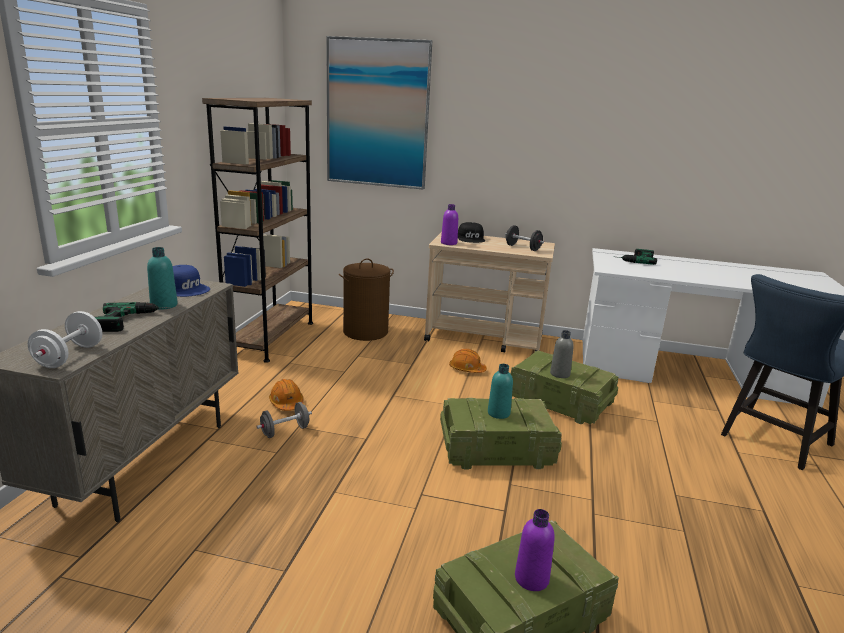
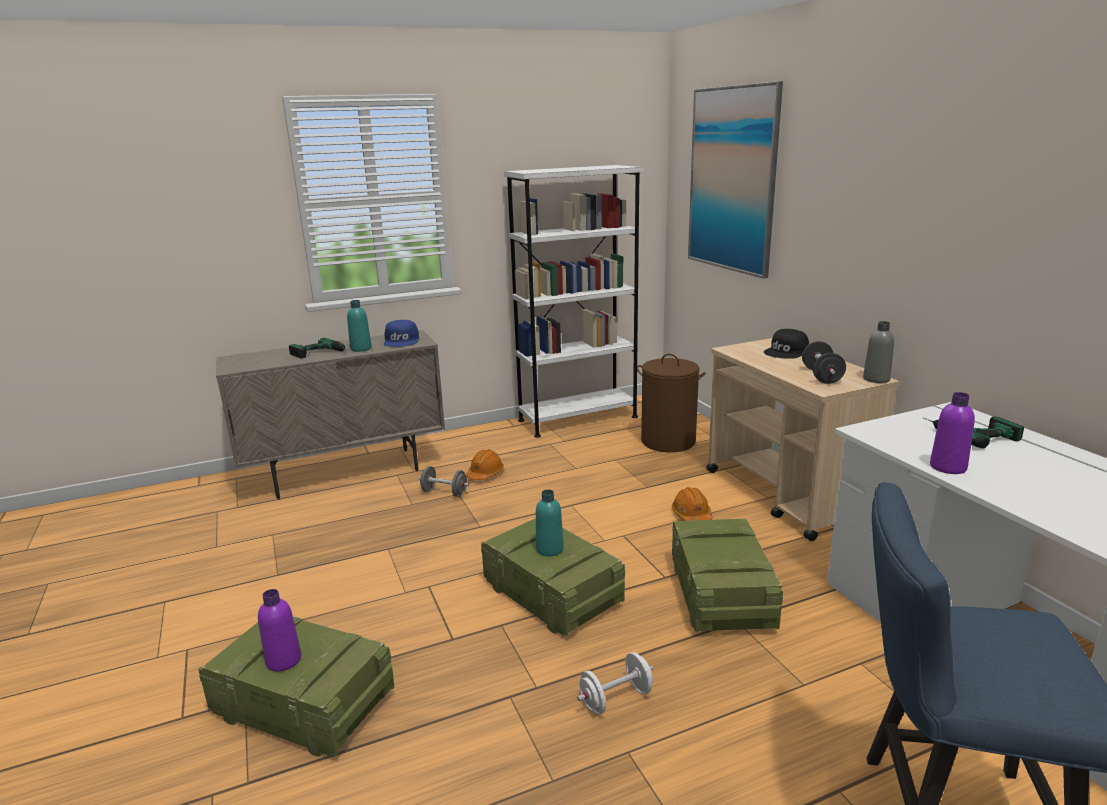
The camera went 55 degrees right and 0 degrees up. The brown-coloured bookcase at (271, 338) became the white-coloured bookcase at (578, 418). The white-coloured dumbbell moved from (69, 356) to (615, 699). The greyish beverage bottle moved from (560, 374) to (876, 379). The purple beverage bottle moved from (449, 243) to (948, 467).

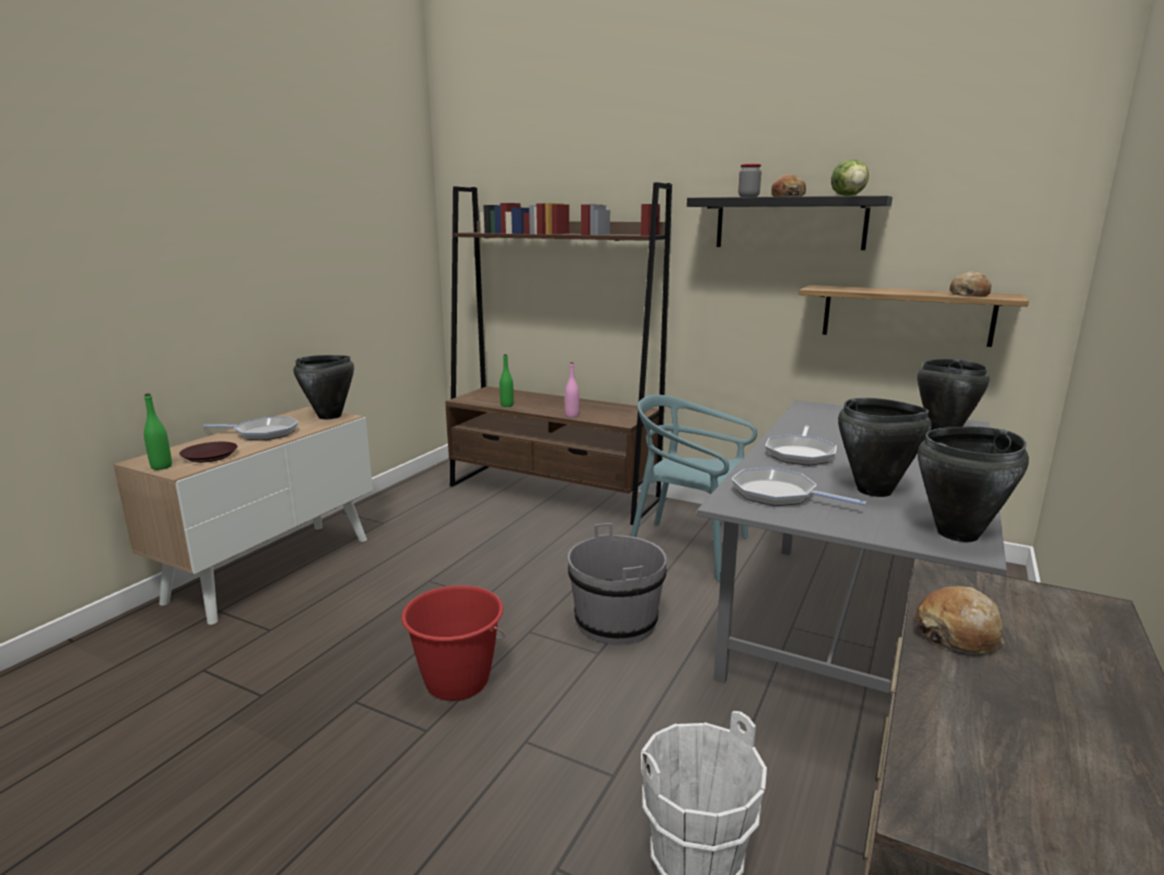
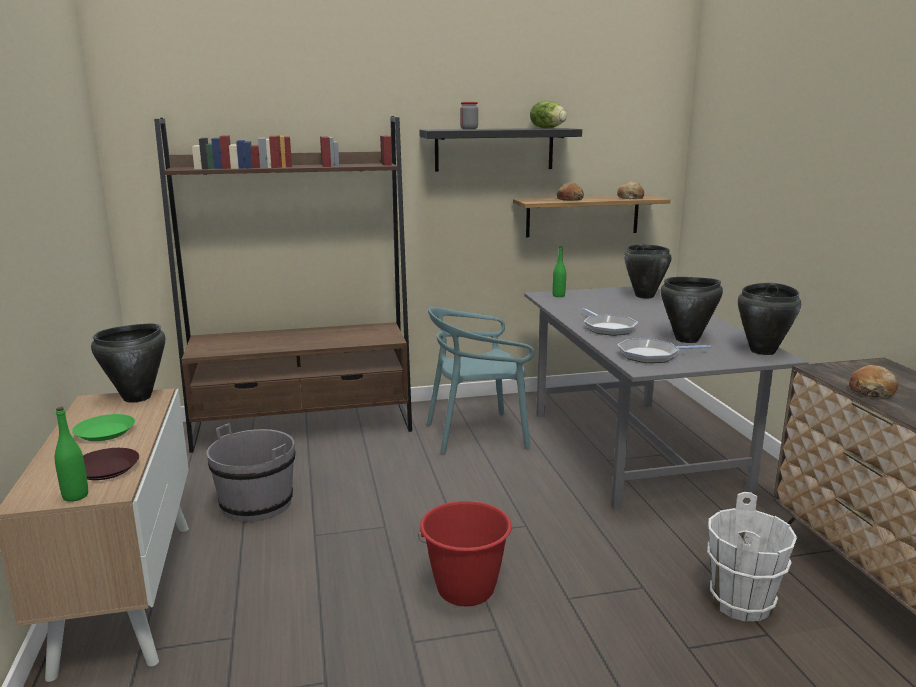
The camera went 40 degrees left and 0 degrees up. The skillet at (263, 433) was replaced by the greenish dinner plate at (104, 432). The greyish bucket moved from (615, 622) to (256, 504). The greenish beverage bottle moved from (507, 405) to (558, 296). The baked bread moved from (787, 196) to (570, 199). The pinkish beverage bottle at (572, 415) disappeared.

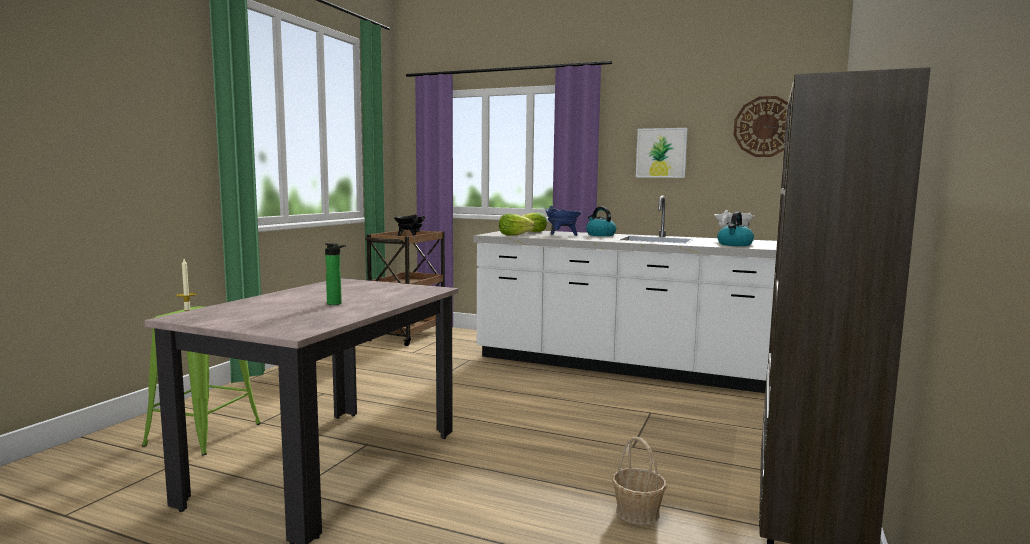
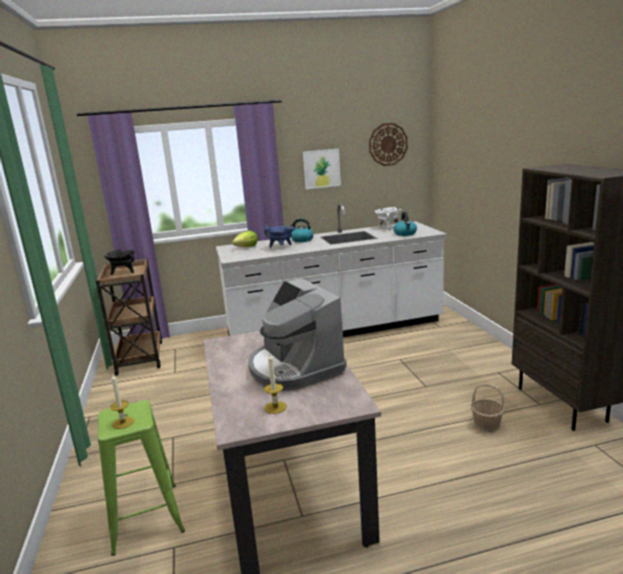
The camera went 35 degrees left and 10 degrees up. The beverage bottle at (336, 303) was replaced by the coffee brewer at (294, 368). The wax candle at (275, 407) appeared. The lettuce head at (514, 235) disappeared.

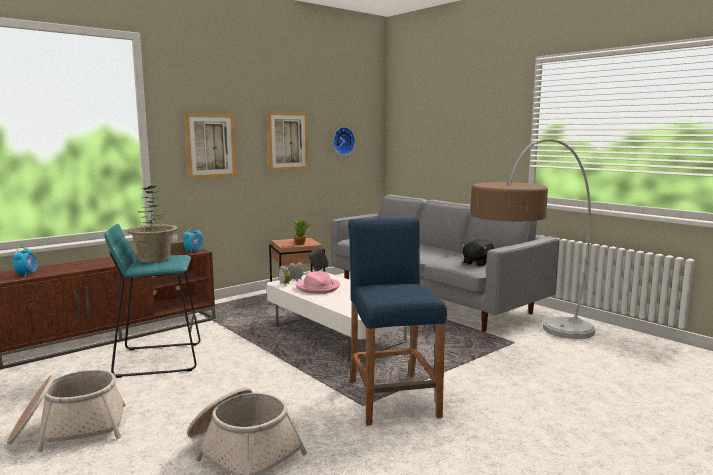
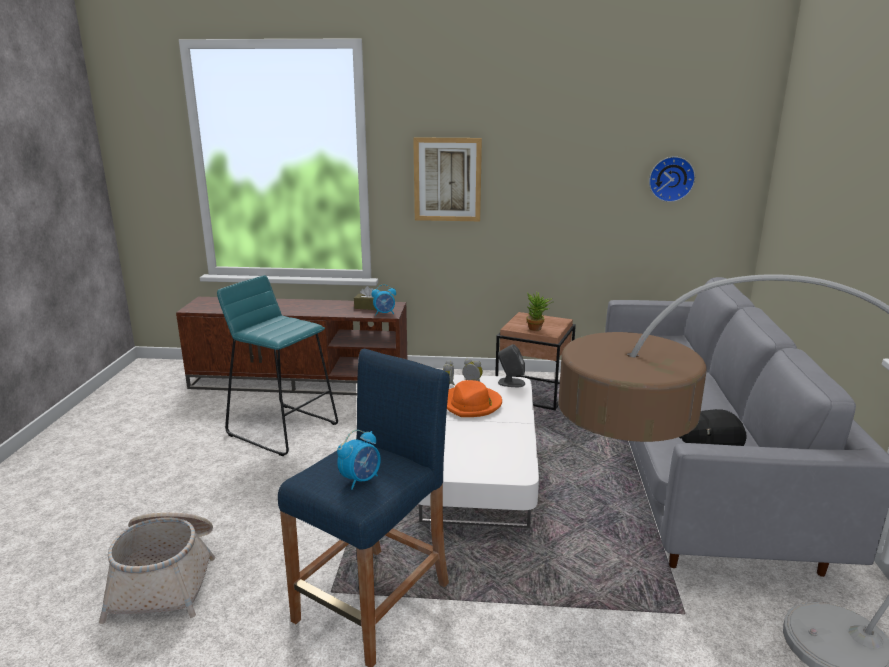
The camera went 45 degrees right and 10 degrees up. The alarm clock moved from (27, 275) to (361, 480). The pinkish clothing hat at (318, 288) became the orange clothing hat at (471, 404). The basket at (70, 429) disappeared. The potted plant at (154, 259) disappeared. The wall picture at (287, 141) disappeared.

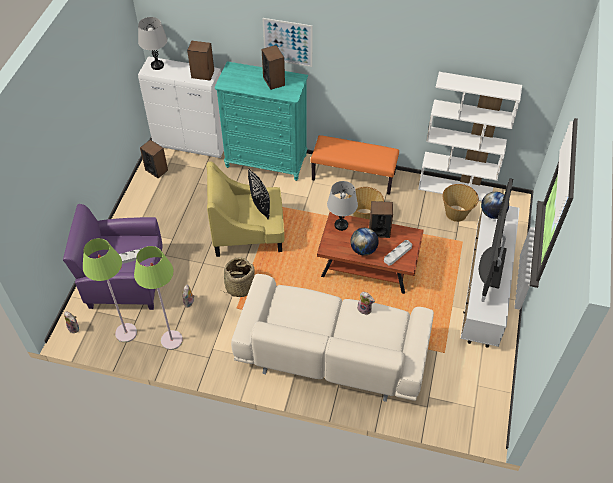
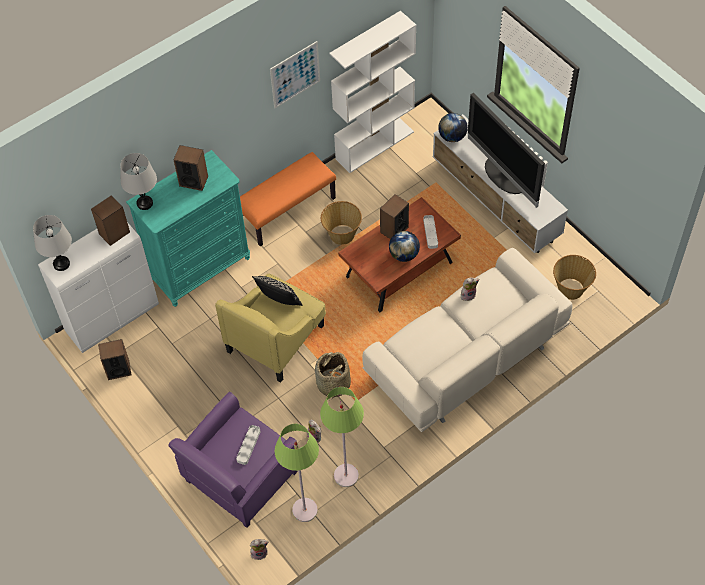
The camera went 50 degrees left and 5 degrees up. The greyish table lamp moved from (341, 225) to (144, 203). The wall picture moved from (288, 42) to (295, 74). The basket moved from (456, 213) to (571, 288).

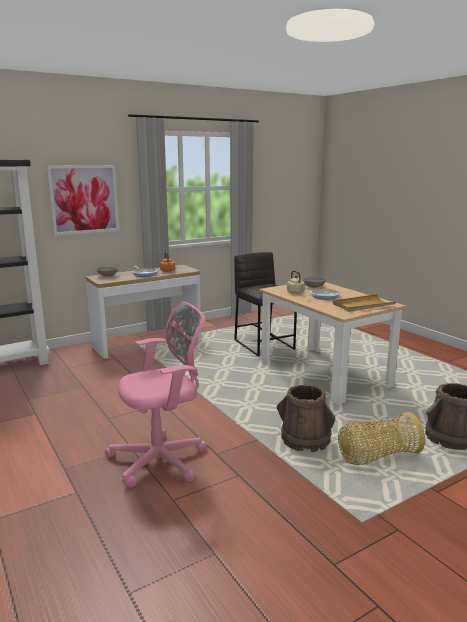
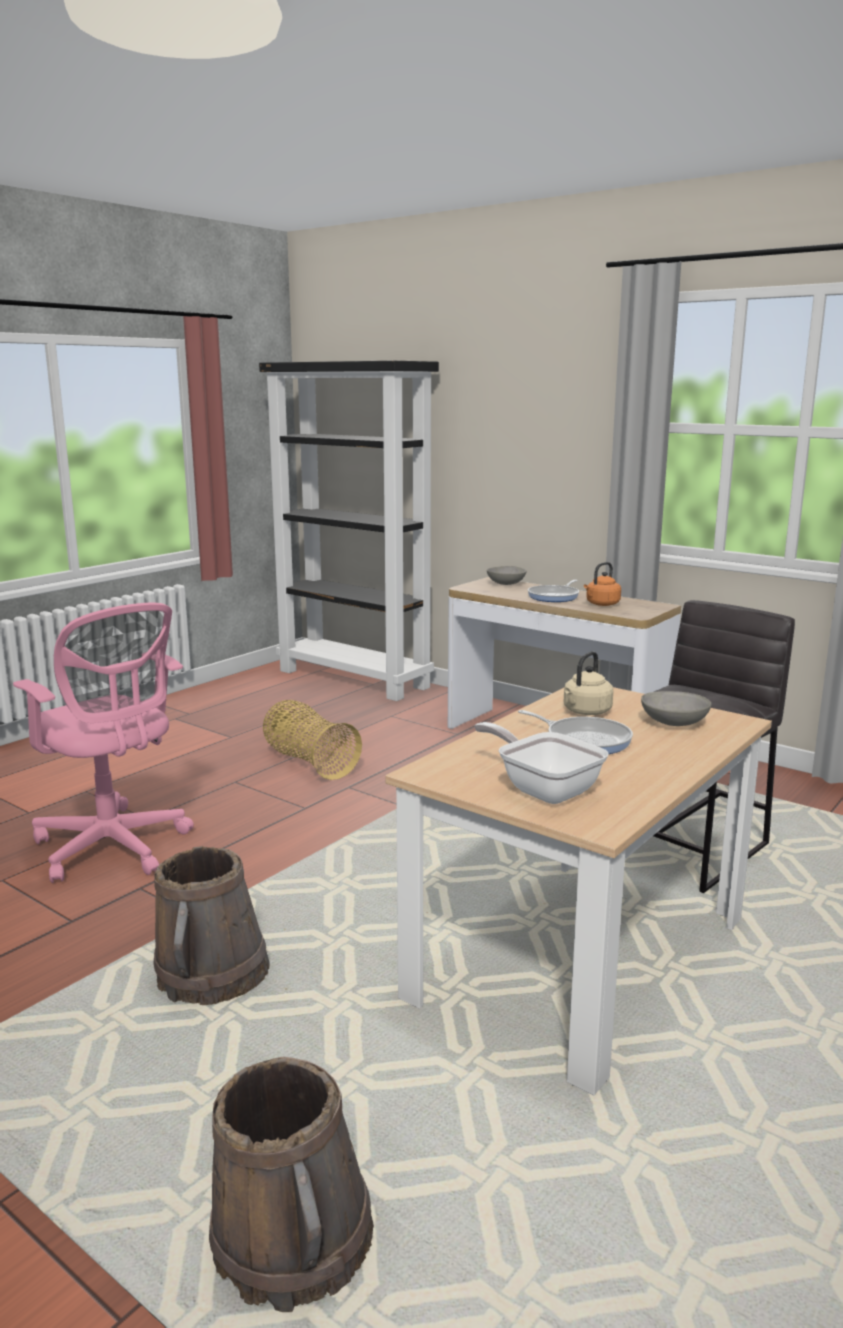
The camera went 70 degrees right and 0 degrees up. The basket moved from (377, 457) to (309, 762). The beige-coloured carrying tray at (363, 305) was replaced by the skillet at (543, 789). The wall picture at (84, 199) disappeared.

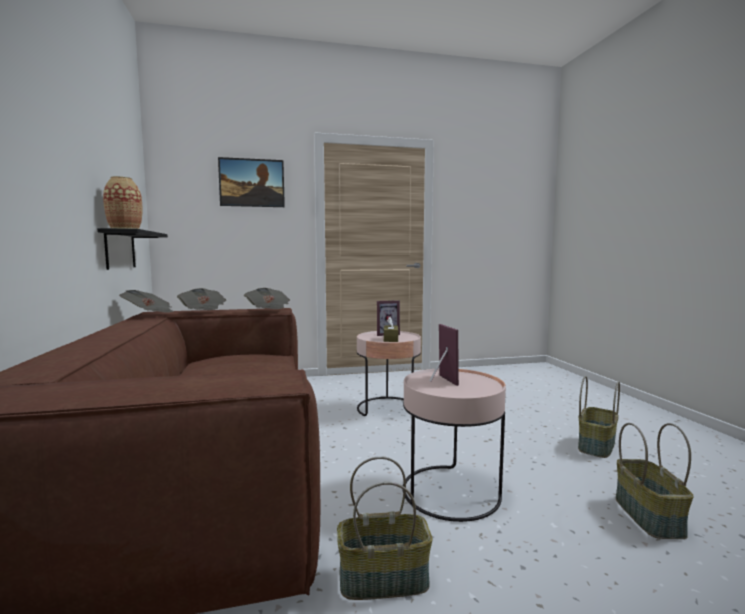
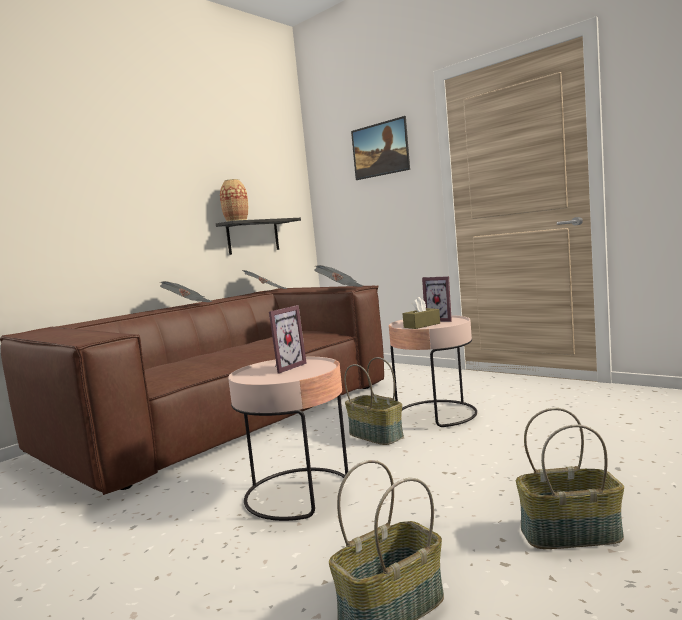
The camera went 55 degrees right and 0 degrees up. The newspaper moved from (203, 312) to (188, 305). The basket moved from (384, 578) to (376, 435).

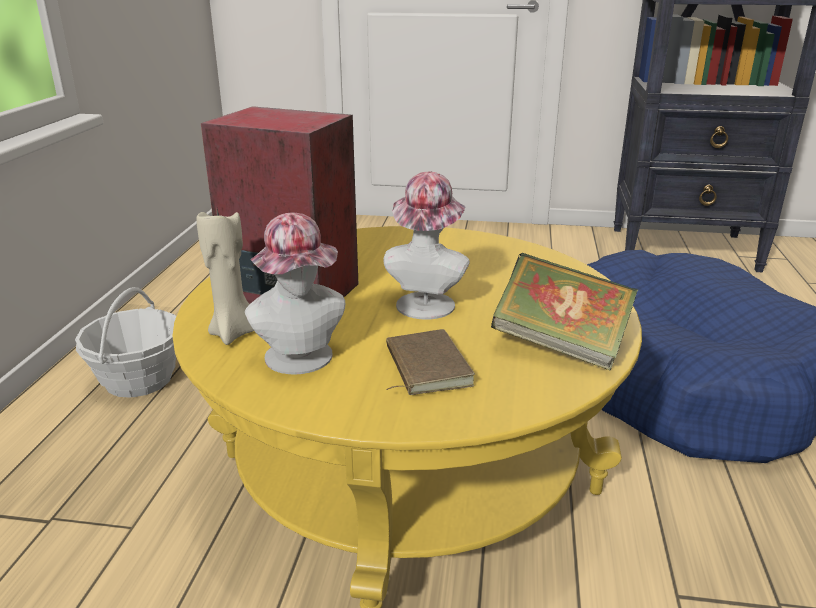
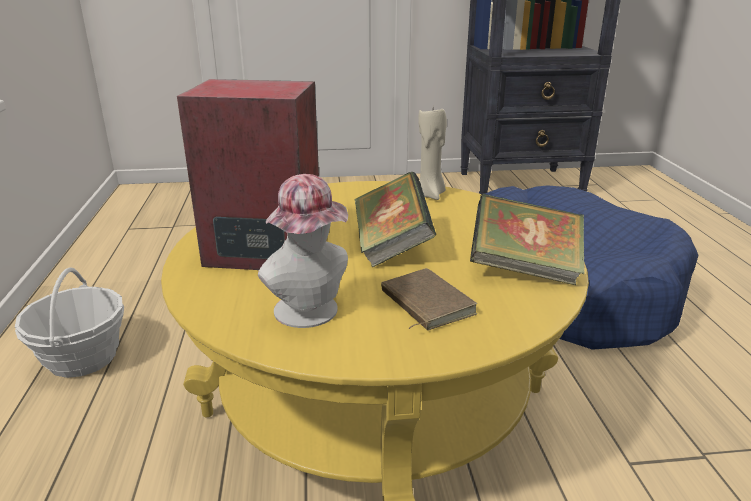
The camera went 15 degrees left and 0 degrees up. The clothing hat at (427, 302) was replaced by the book at (391, 246). The beige-coloured wax candle moved from (234, 333) to (430, 195).

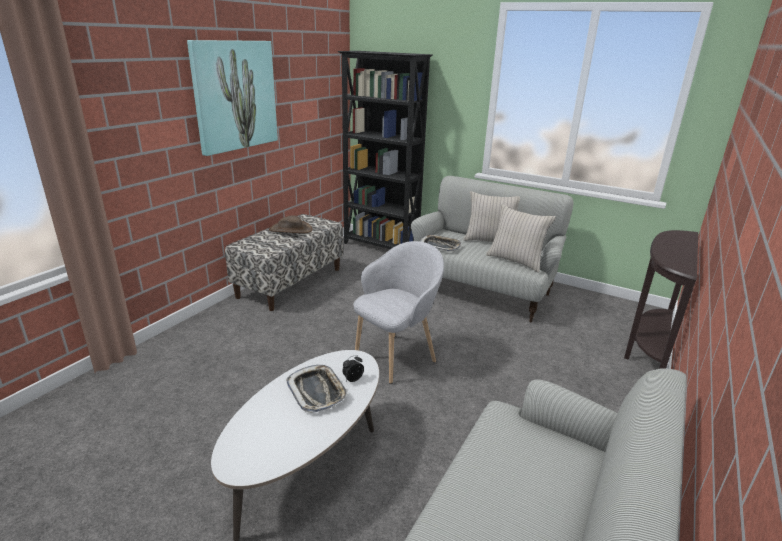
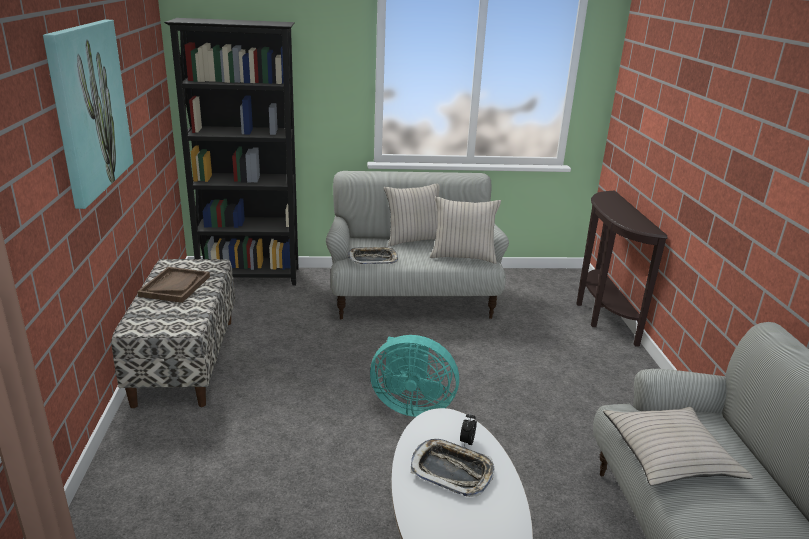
The camera went 35 degrees left and 0 degrees up. The brown-coloured clothing hat at (290, 229) was replaced by the brown-coloured carrying tray at (175, 286). The greyish armchair at (396, 357) was replaced by the turquoise-coloured cooling fan at (411, 405). The beige-coloured throw pillow at (669, 455) appeared.

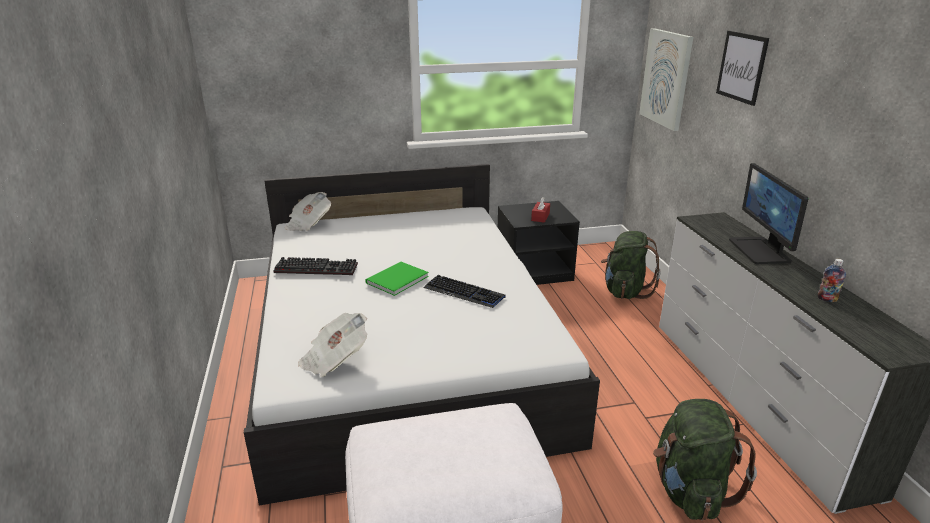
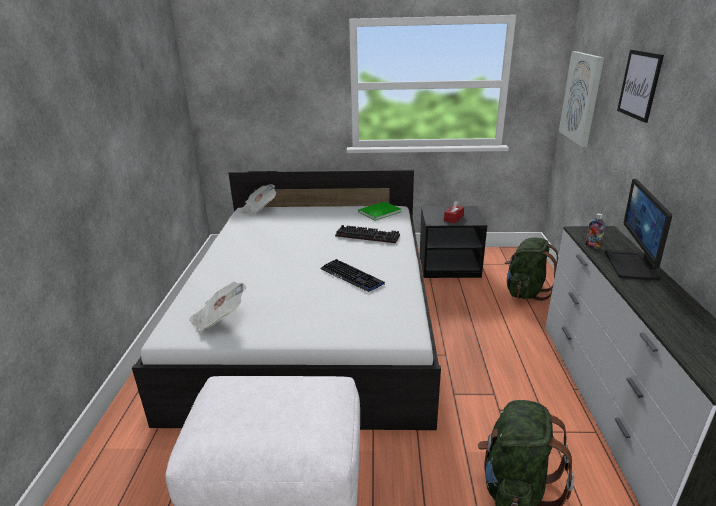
The camera went 15 degrees right and 0 degrees up. The PC keyboard moved from (318, 268) to (369, 235). The greenish book moved from (395, 280) to (378, 212). The beverage bottle moved from (827, 299) to (592, 246).

